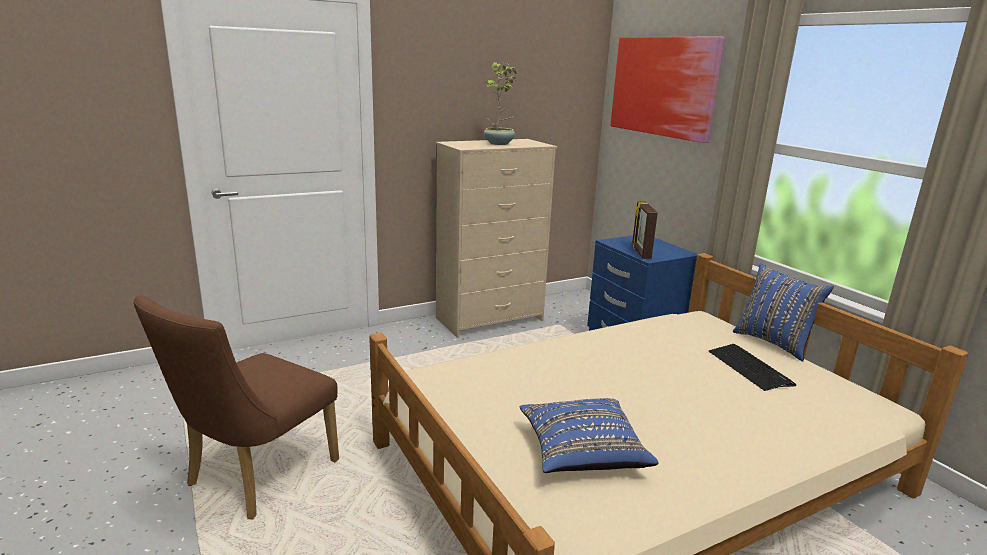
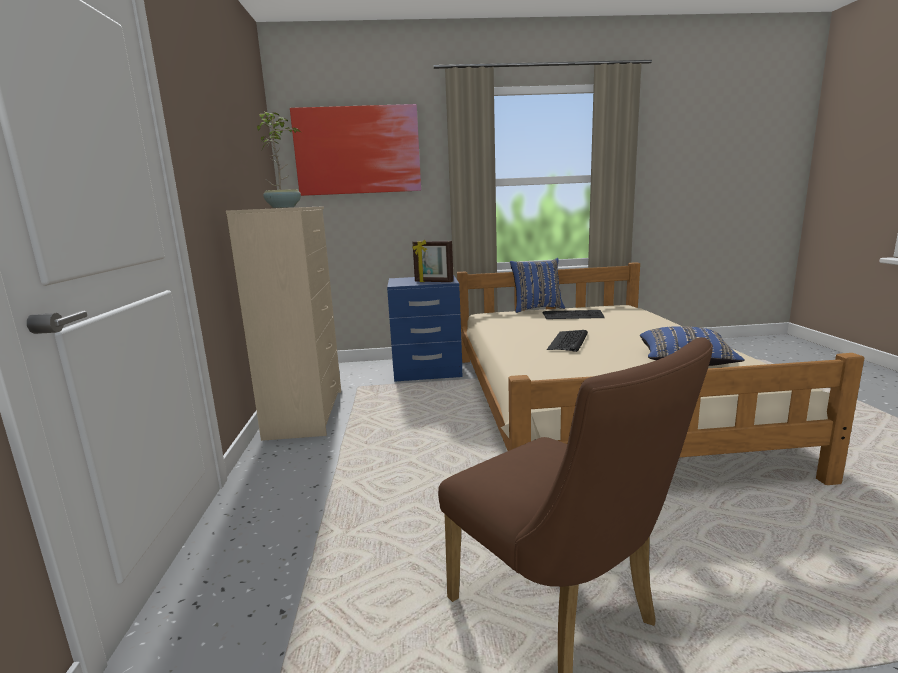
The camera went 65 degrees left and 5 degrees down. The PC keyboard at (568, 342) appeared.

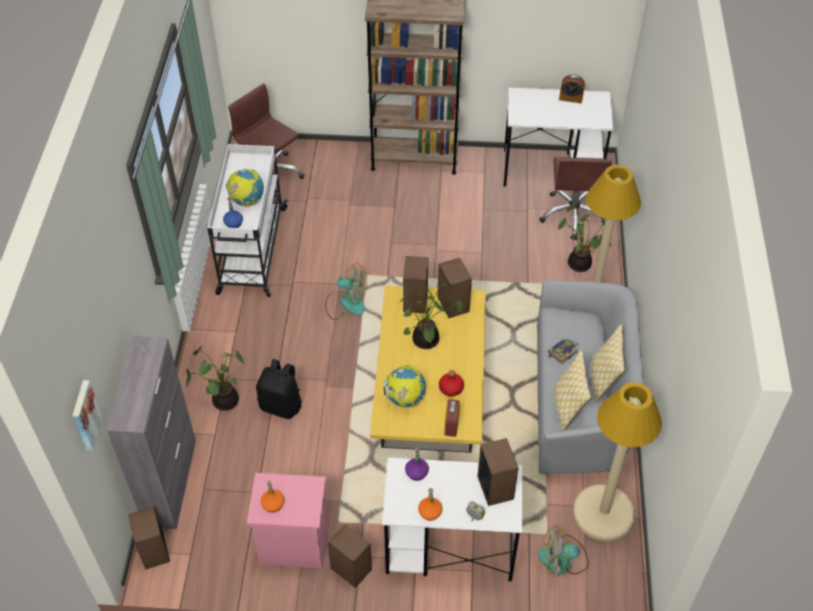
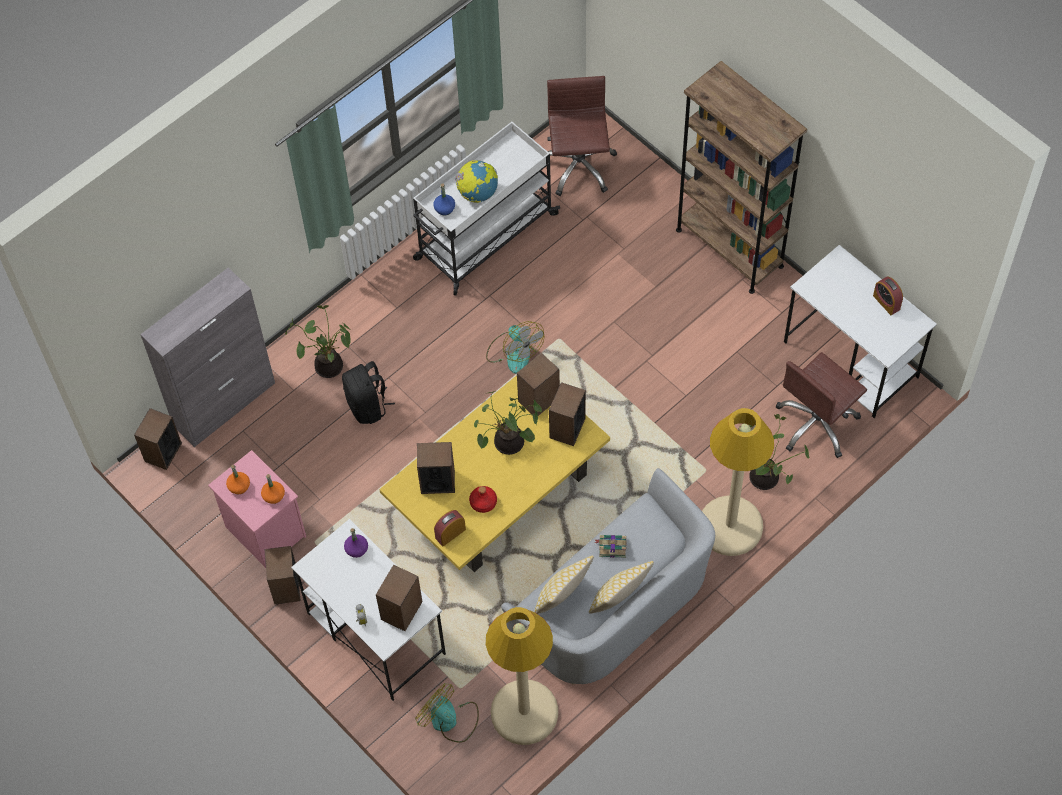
The camera went 45 degrees right and 10 degrees up. The orange beverage bottle moved from (430, 512) to (273, 496). The desk globe at (405, 398) was replaced by the loudspeaker at (437, 481). The wall picture at (84, 415) disappeared.

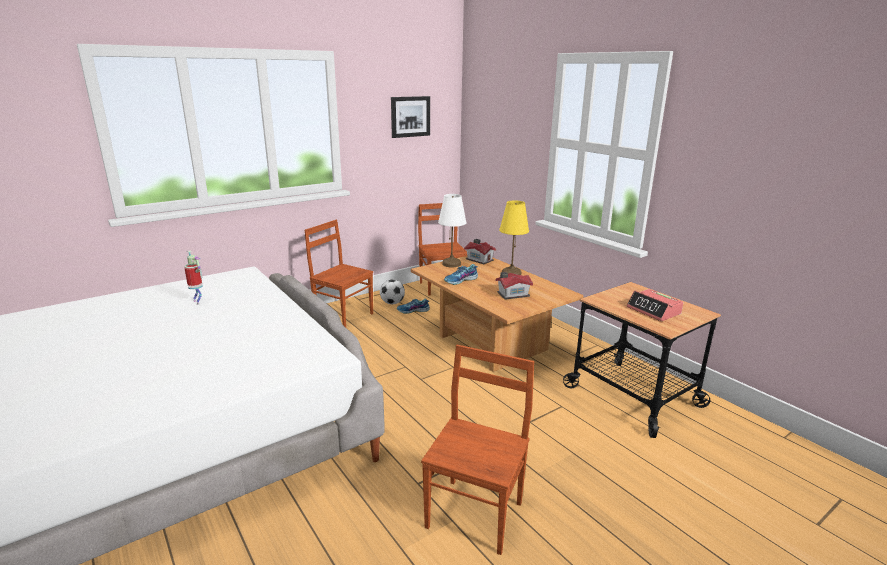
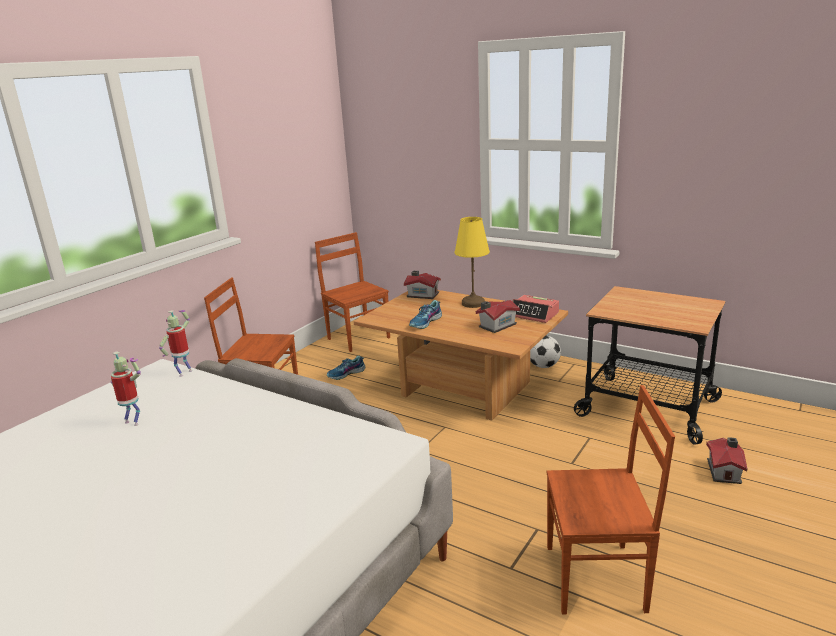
The camera went 20 degrees left and 0 degrees up. The toy robot at (184, 372) appeared. The alarm clock moved from (654, 311) to (534, 315). The football ball moved from (392, 303) to (543, 366). The brown-coloured chair at (476, 514) turned 90 degrees clockwise. The miniature house at (724, 471) appeared. The wall picture at (410, 116) disappeared. The white-coloured table lamp at (451, 264) disappeared.

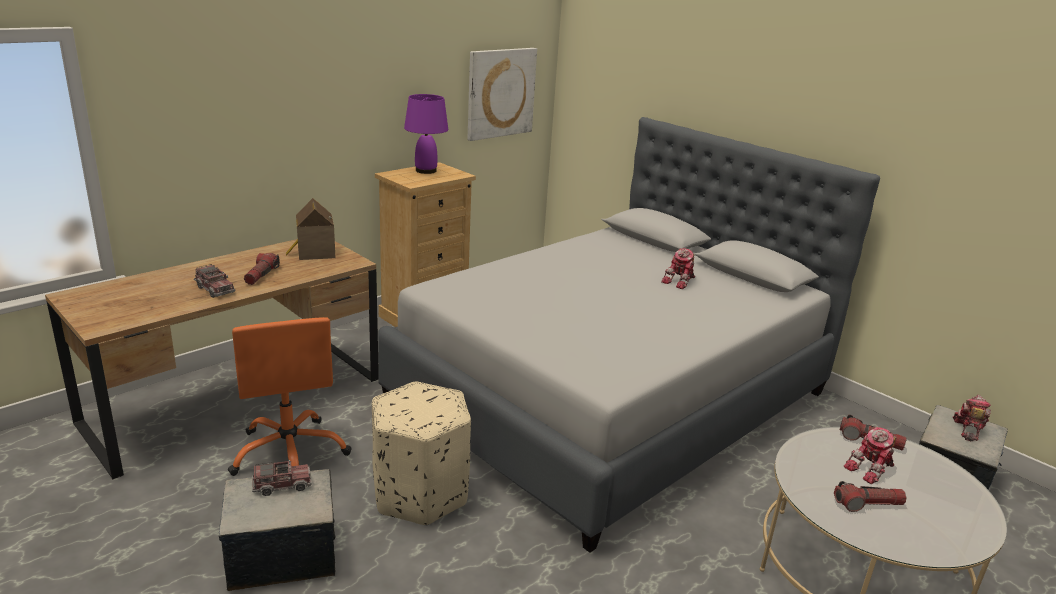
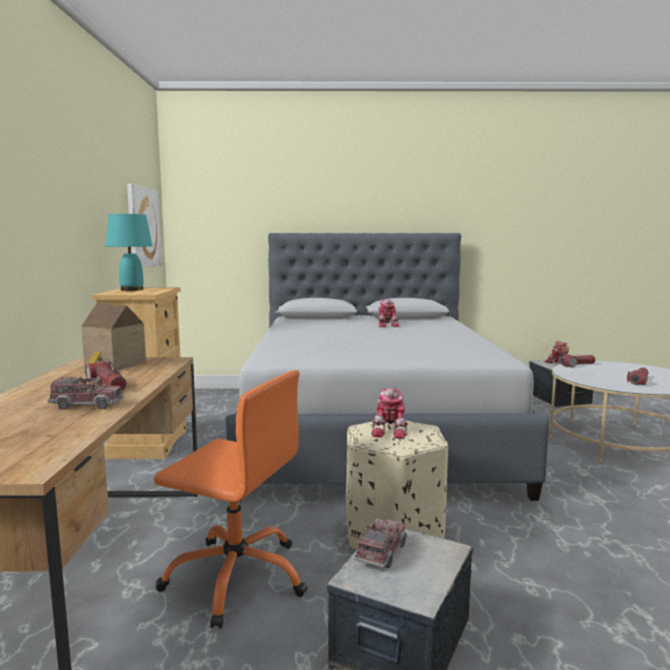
The camera went 45 degrees left and 15 degrees down. The purple table lamp at (426, 170) became the turquoise-coloured table lamp at (132, 289). The toy robot moved from (871, 469) to (391, 430).

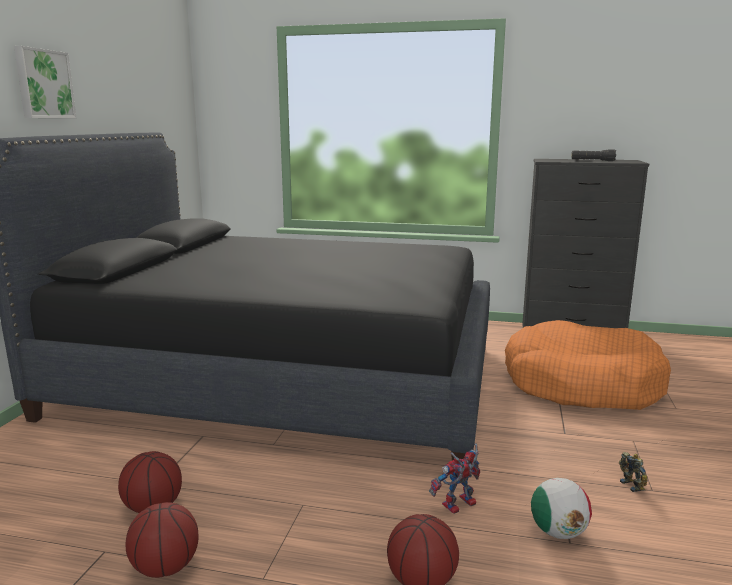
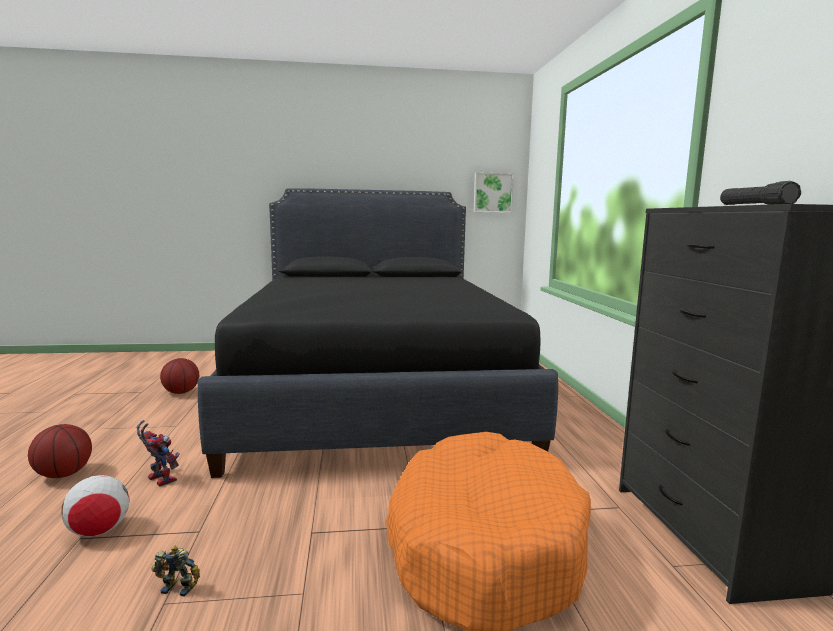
The camera went 70 degrees right and 5 degrees down. The toy robot at (633, 485) turned 135 degrees counterclockwise. The wall picture moved from (43, 84) to (492, 193). The basketball at (165, 567) disappeared.

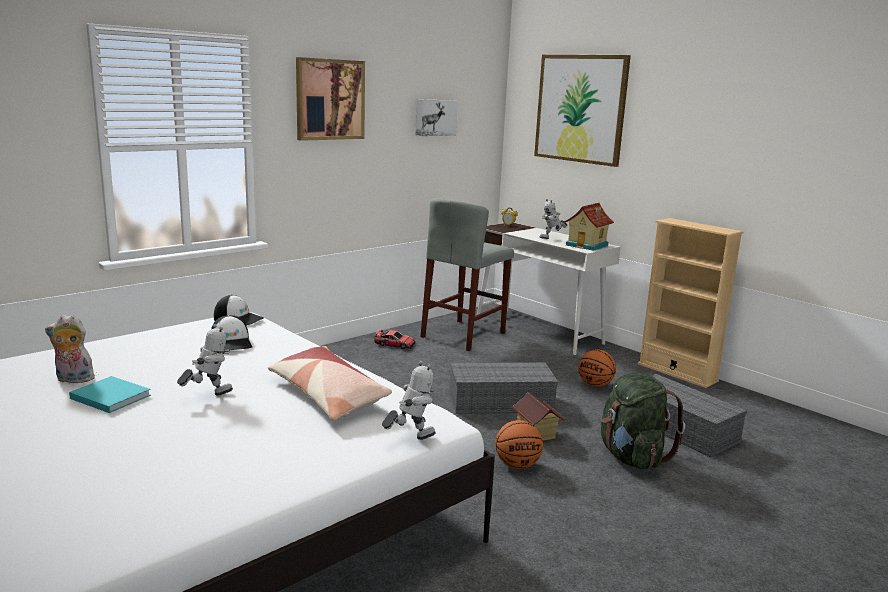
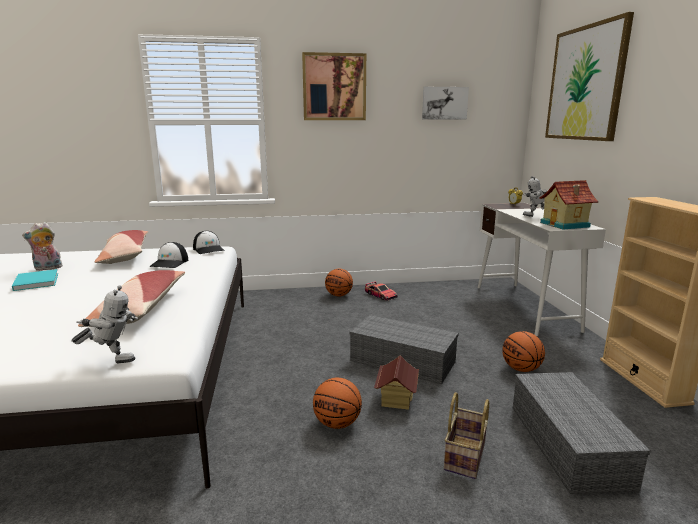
The camera went 35 degrees right and 0 degrees up. The plush toy at (73, 380) turned 60 degrees counterclockwise. The throw pillow at (125, 256) appeared. The basketball at (339, 295) appeared. The greenish backpack at (632, 457) was replaced by the basket at (466, 457). The toy robot at (208, 395) disappeared. The greyish stool at (463, 335) disappeared.

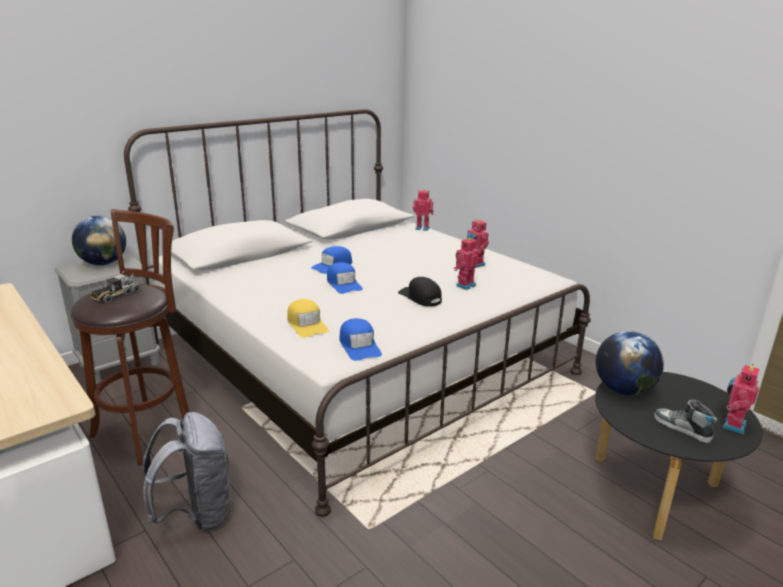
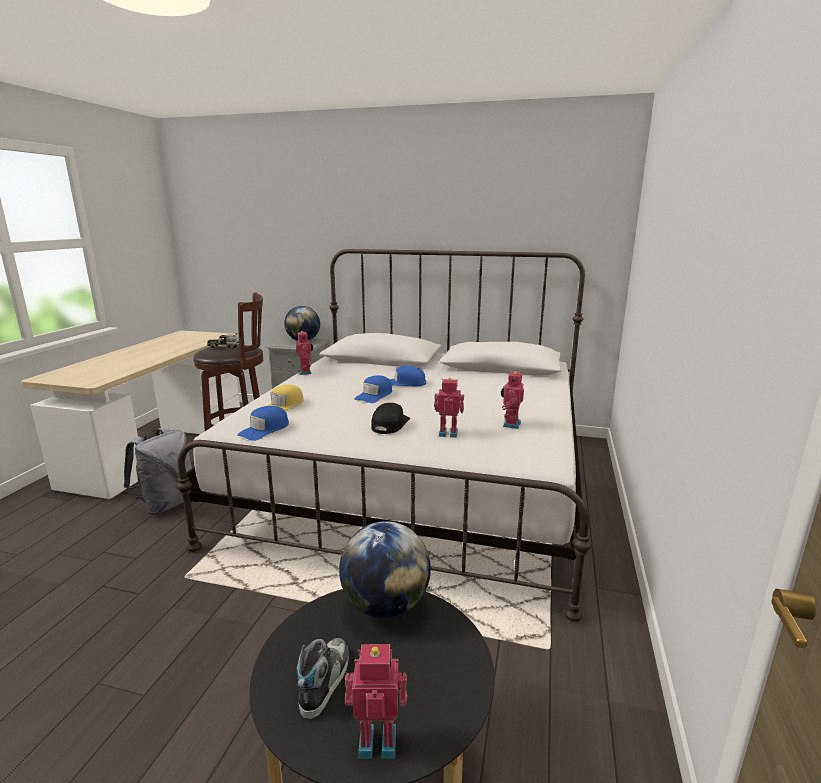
The camera went 55 degrees right and 5 degrees down. The toy robot moved from (422, 228) to (306, 372).

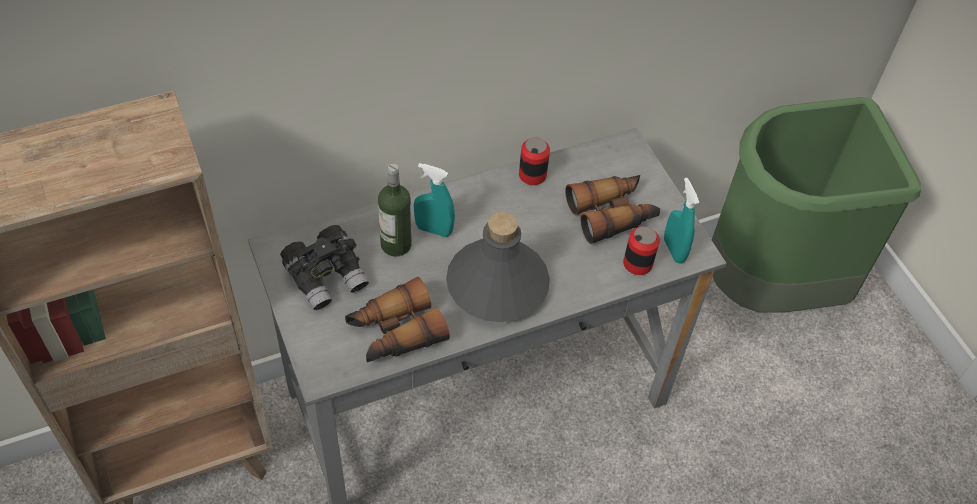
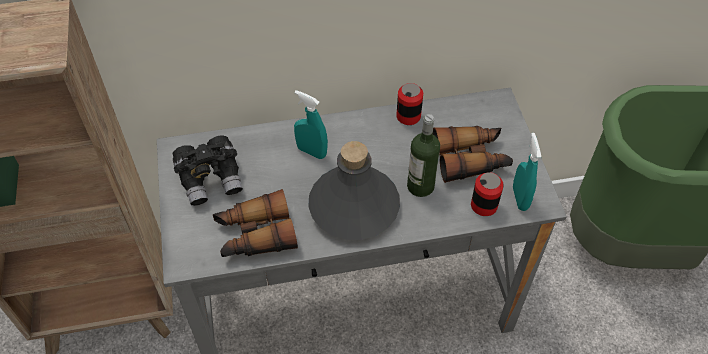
The camera went 15 degrees right and 0 degrees up. The beverage bottle moved from (396, 244) to (420, 186).

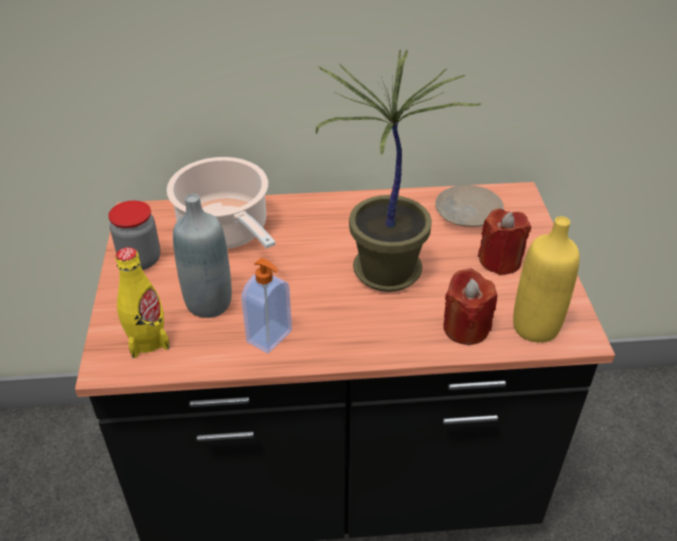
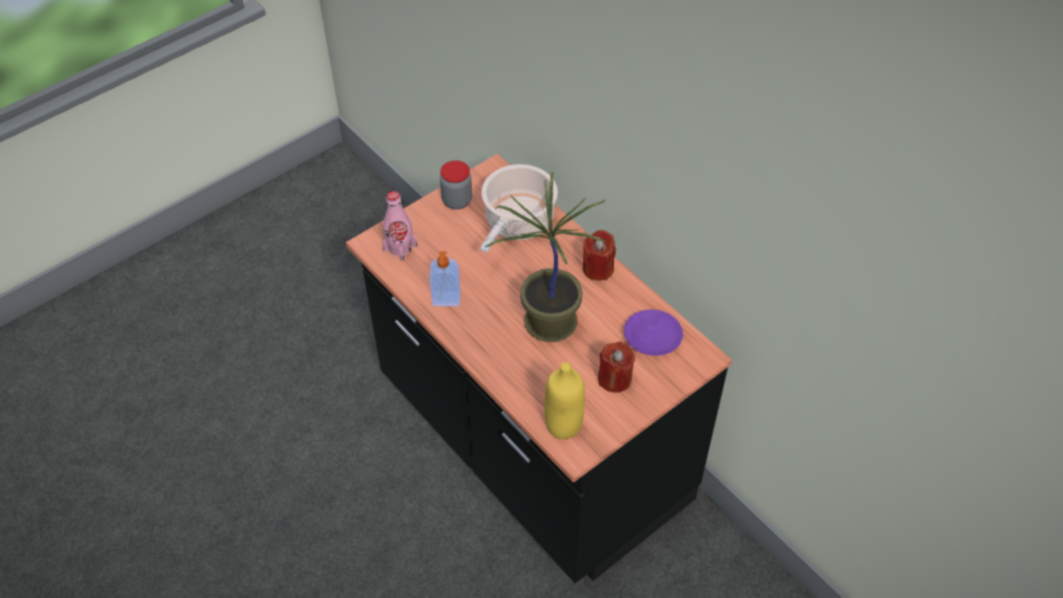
The camera went 55 degrees right and 10 degrees up. The yellow-coloured beverage bottle at (148, 340) became the pinkish beverage bottle at (400, 247). The red wax candle moved from (465, 328) to (598, 268). The beige-coloured dinner plate at (467, 213) became the purple dinner plate at (652, 337). The greyish beverage bottle at (209, 303) disappeared.

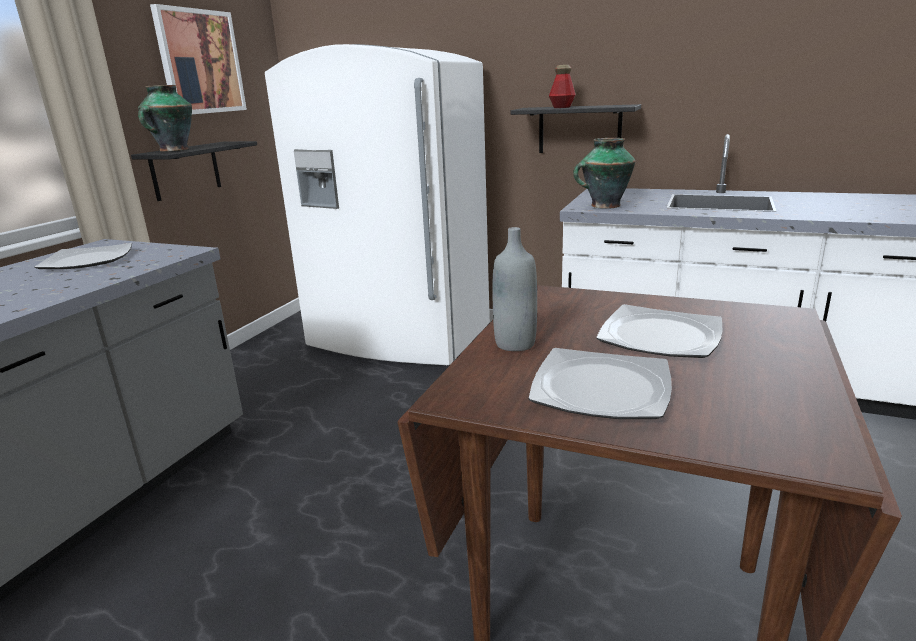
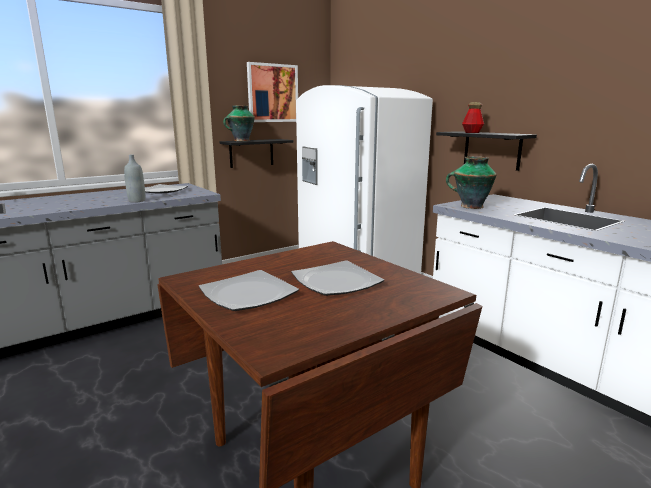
The camera went 30 degrees right and 5 degrees down. The greyish beverage bottle moved from (515, 343) to (137, 201).

